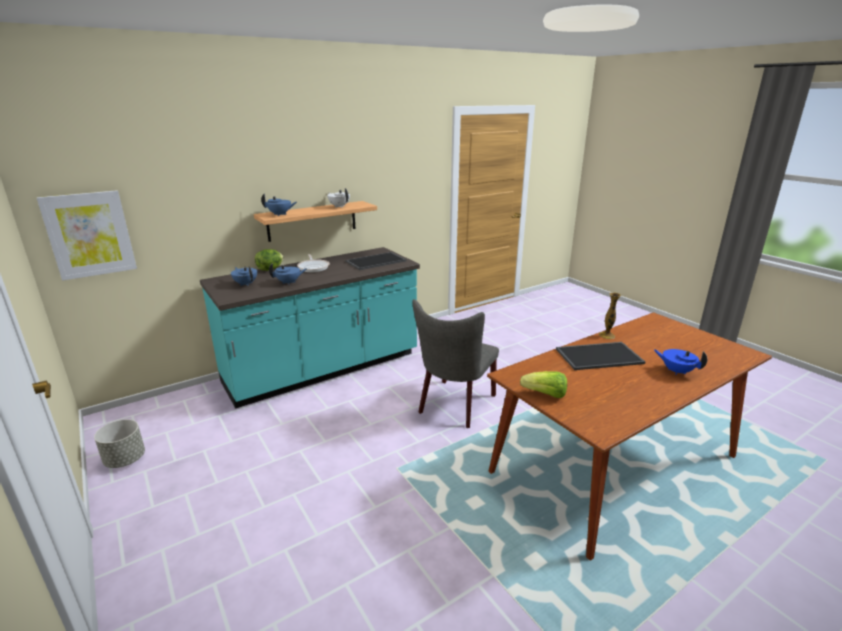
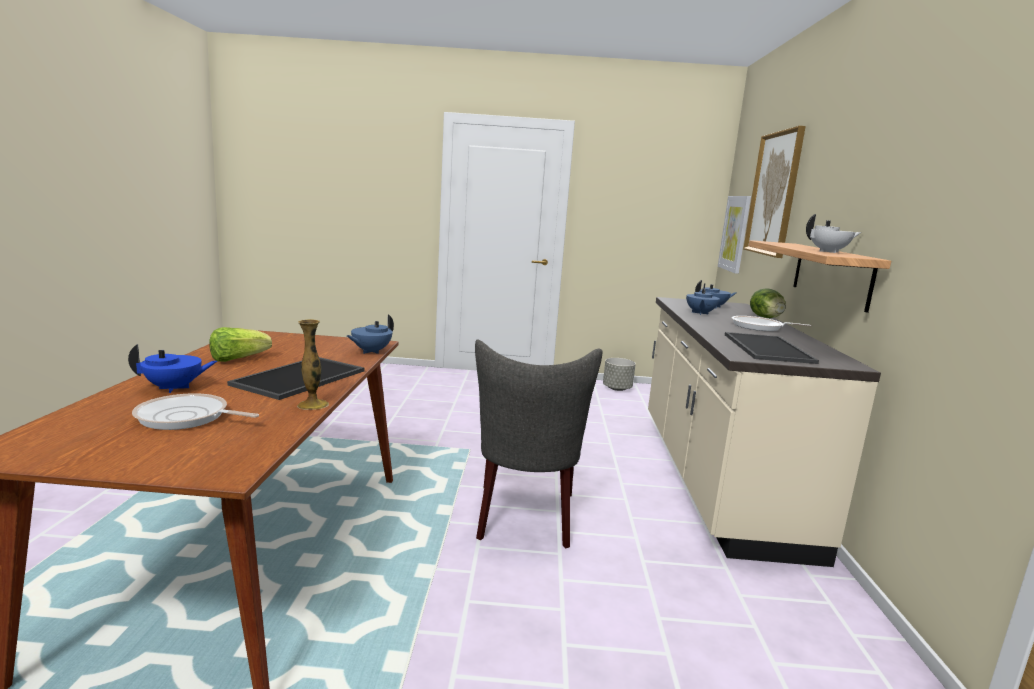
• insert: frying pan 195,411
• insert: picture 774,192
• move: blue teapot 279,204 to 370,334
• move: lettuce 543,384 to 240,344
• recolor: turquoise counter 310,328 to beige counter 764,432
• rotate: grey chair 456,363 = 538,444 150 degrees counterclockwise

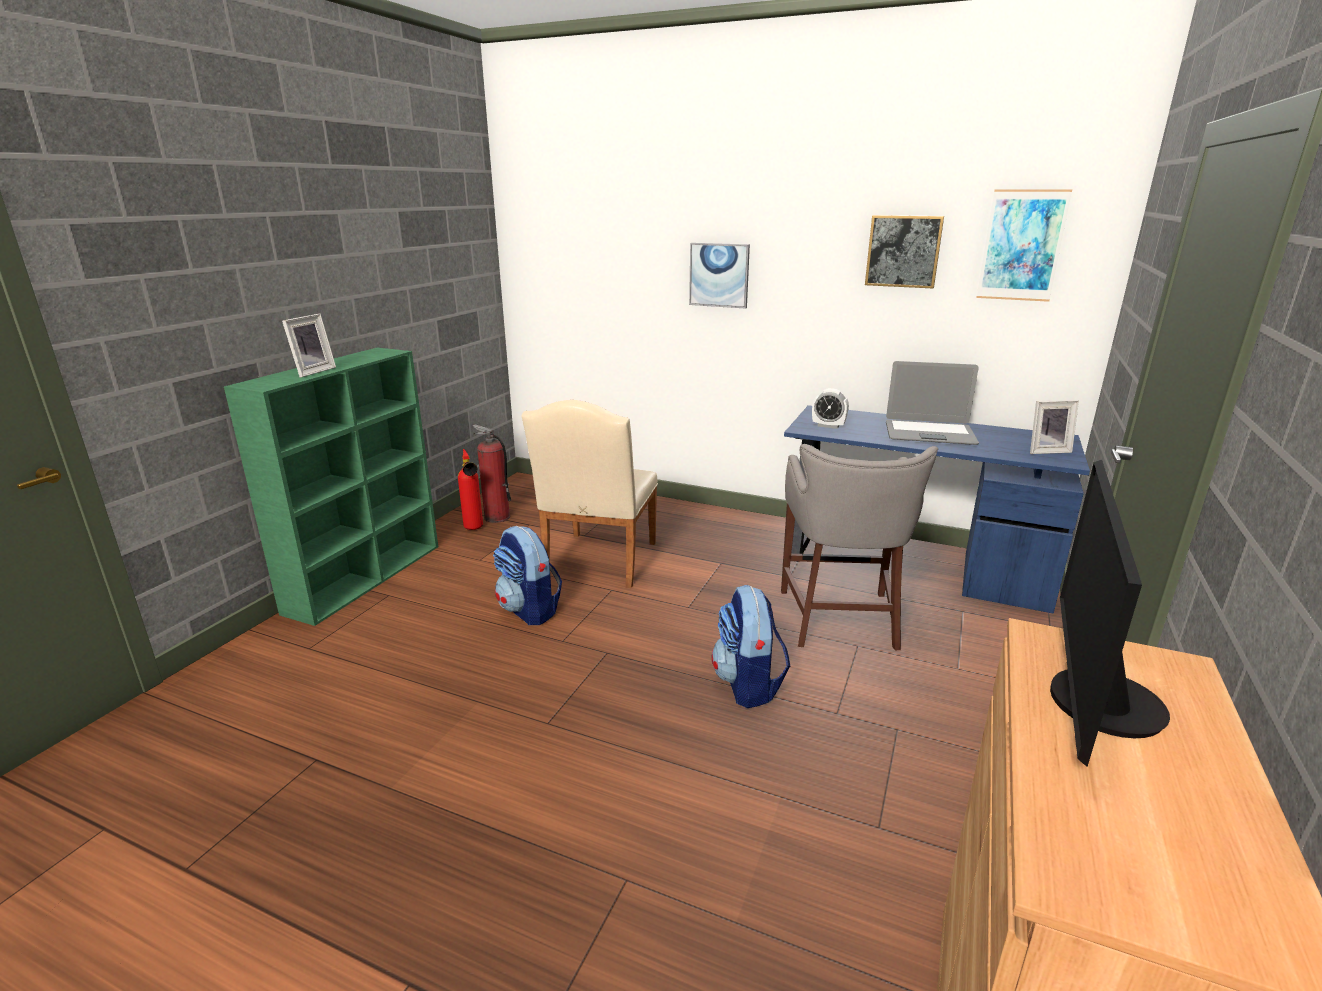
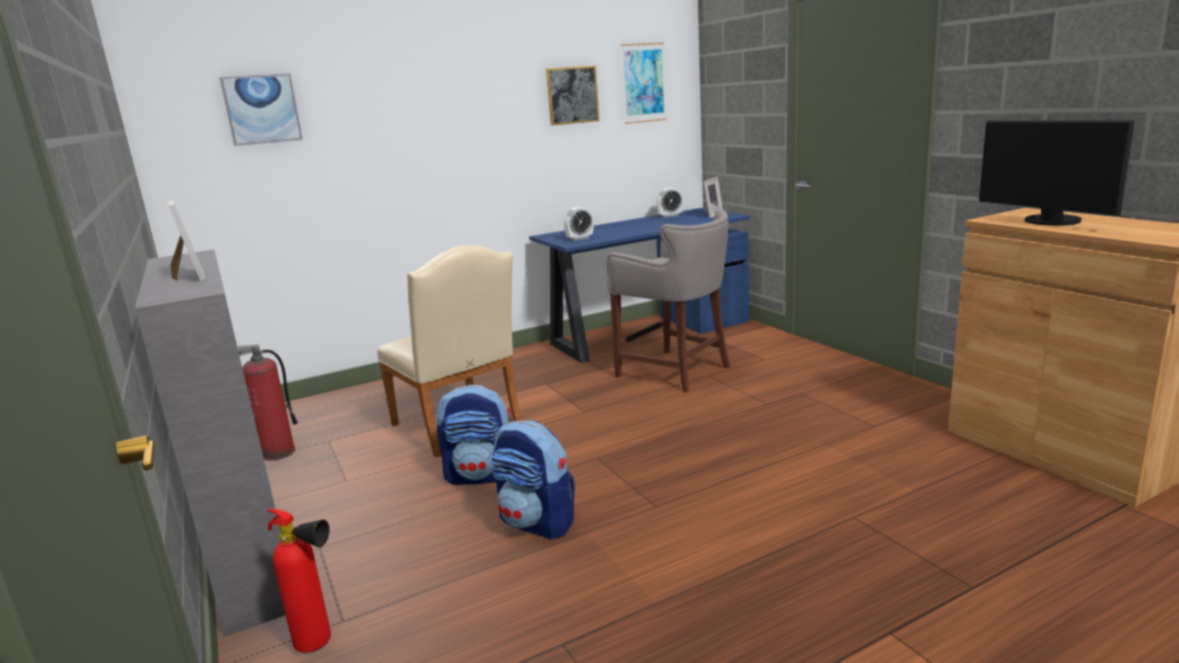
• delete: laptop 932,403
• insert: alarm clock 669,202
• move: fire extinguisher 470,489 to 299,581
• move: picture 719,276 to 261,110
• move: backpack 751,646 to 533,480
• recolor: green bookcase 331,487 to grey bookcase 210,443

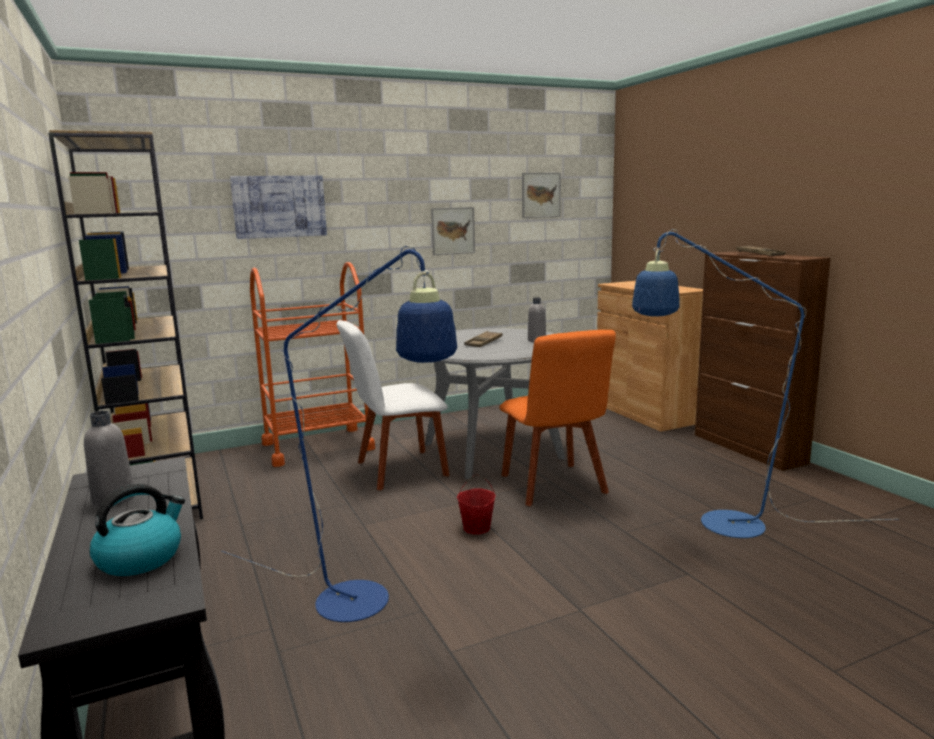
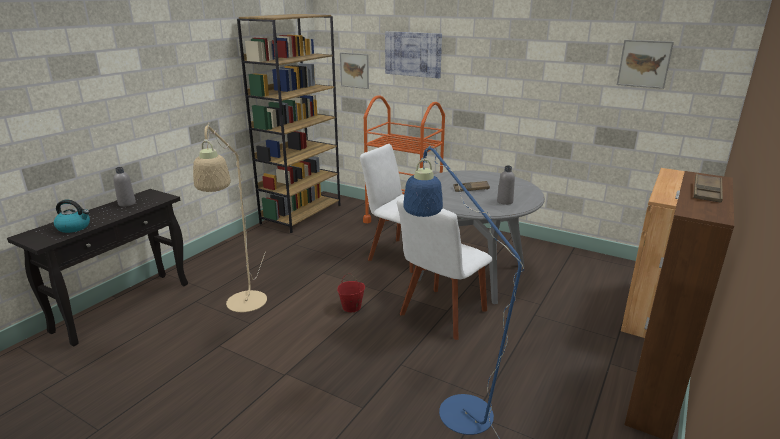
• move: picture 453,231 to 354,70
• recolor: blue floor lamp 339,433 to beige floor lamp 230,217
• recolor: orange chair 557,418 to white chair 445,269

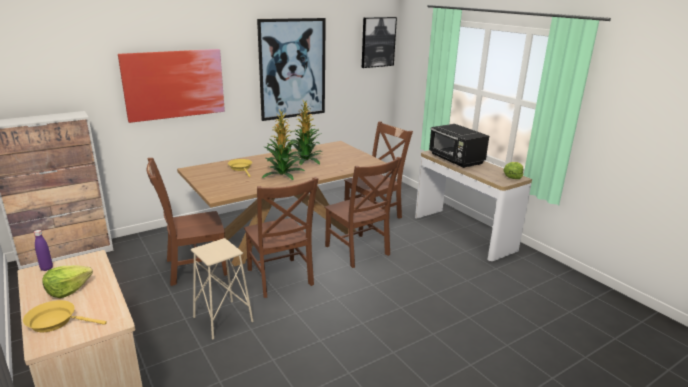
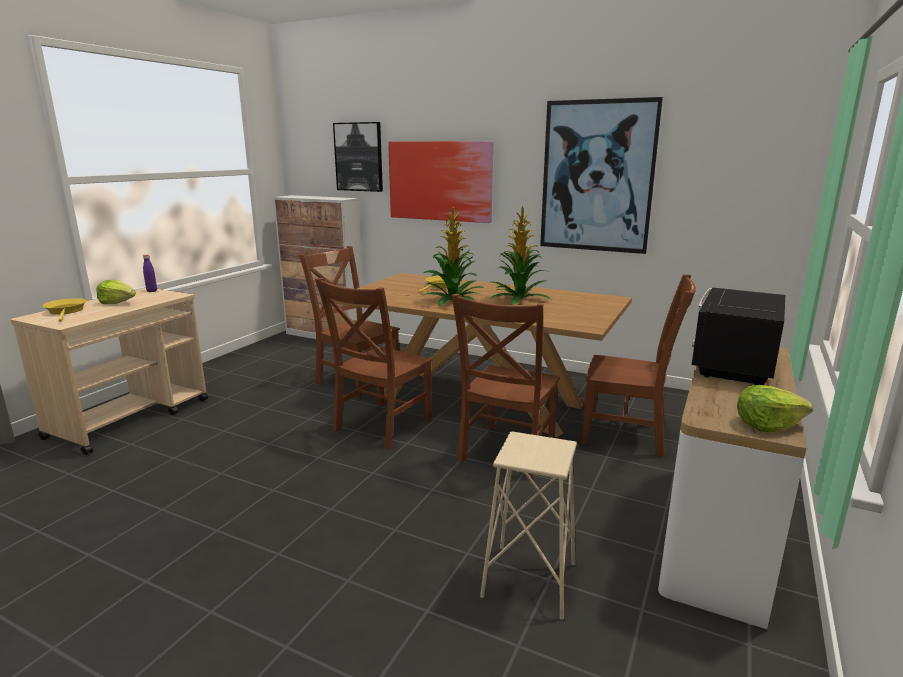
• move: beige stool 222,288 to 528,525
• move: picture 379,42 to 358,157

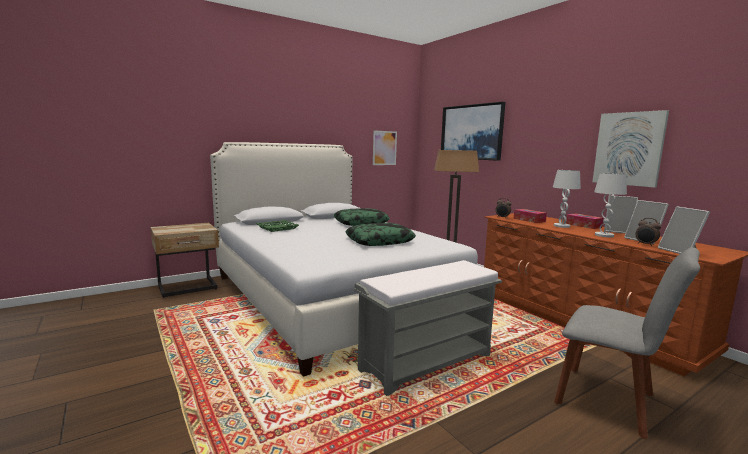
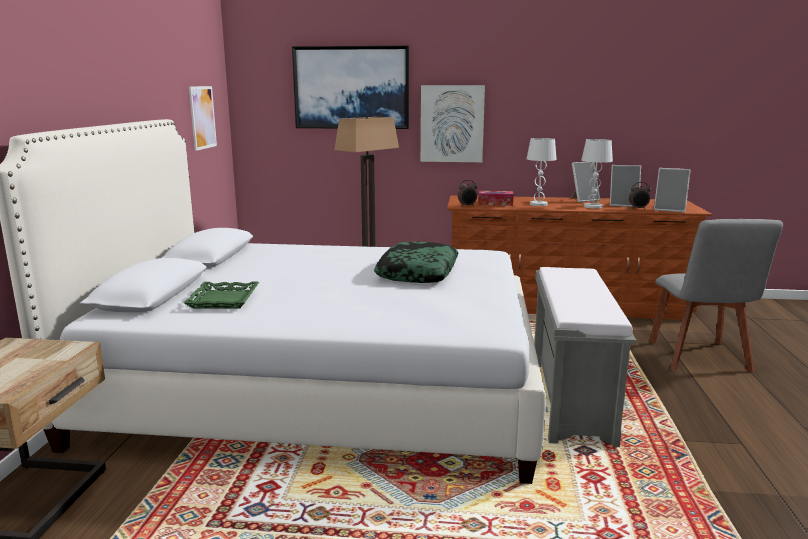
• delete: pillow 362,217
• delete: tissue box 584,221
• move: picture 630,149 to 453,123
• rotate: grey chair 627,343 = 716,296 105 degrees clockwise

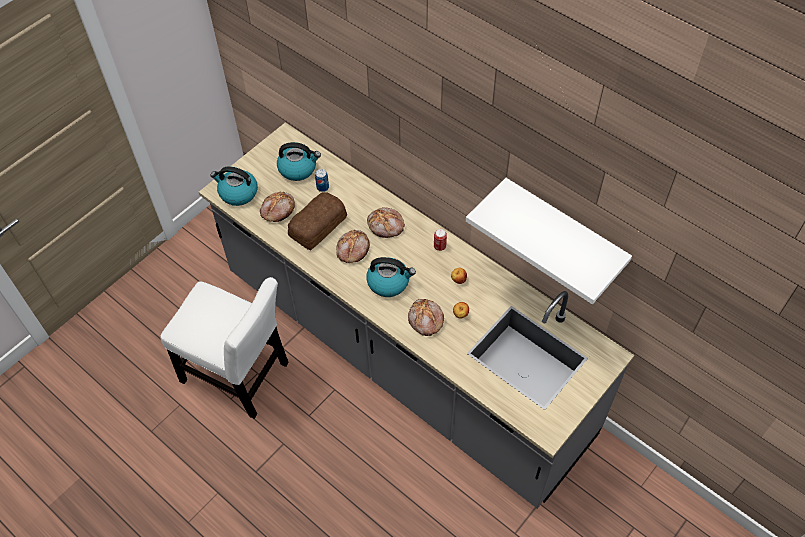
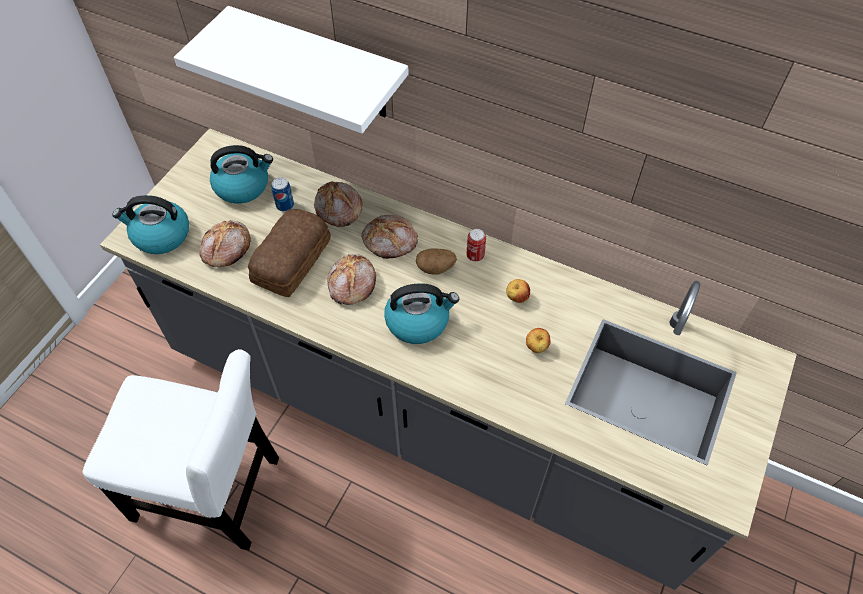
• insert: potato 436,262
• move: bread 426,317 to 338,204
• move: white shelf 549,241 to 291,70

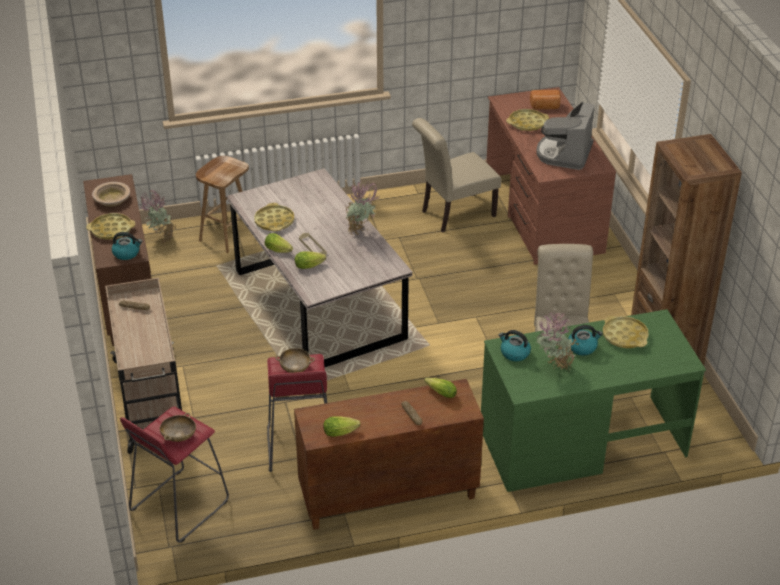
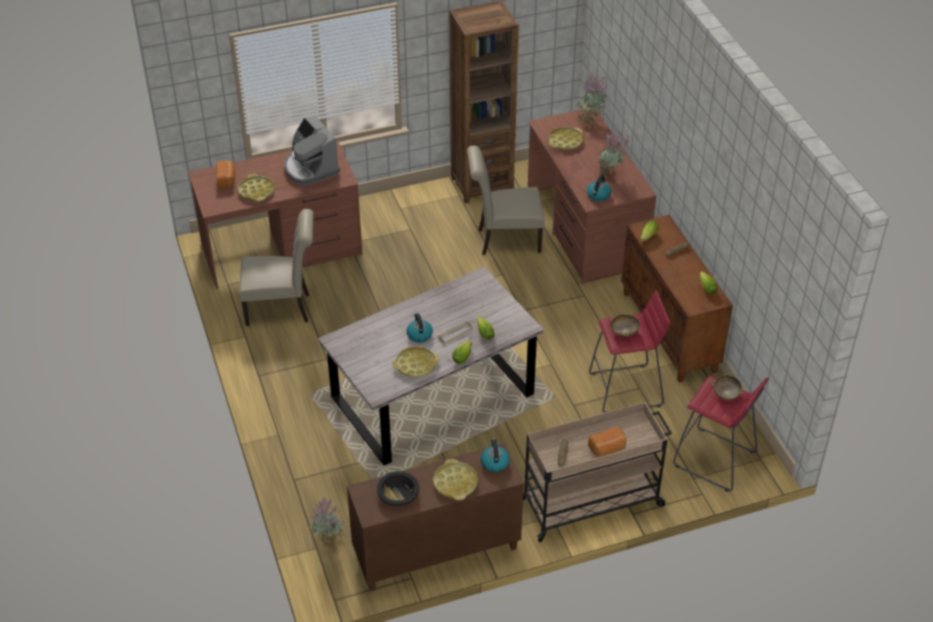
• delete: brown stool 222,204
• insert: bread 607,441
• move: potted plant 363,208 to 592,99
• move: kettle 585,340 to 420,328
• recolor: beige bowl 111,194 to black bowl 398,488
• recolor: green desk 593,400 to brown desk 592,196
• rotate: beige chair 456,175 = 276,267 60 degrees counterclockwise
• rotate: coffee machine 566,136 = 312,150 45 degrees clockwise

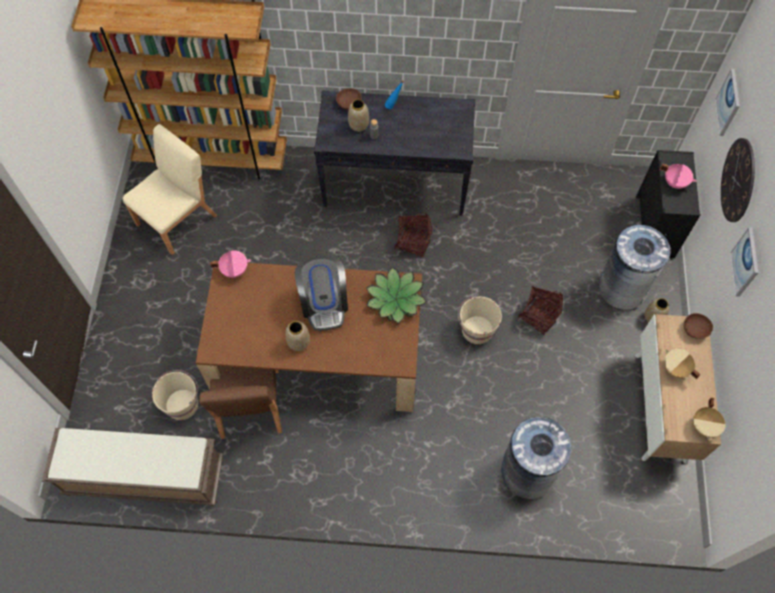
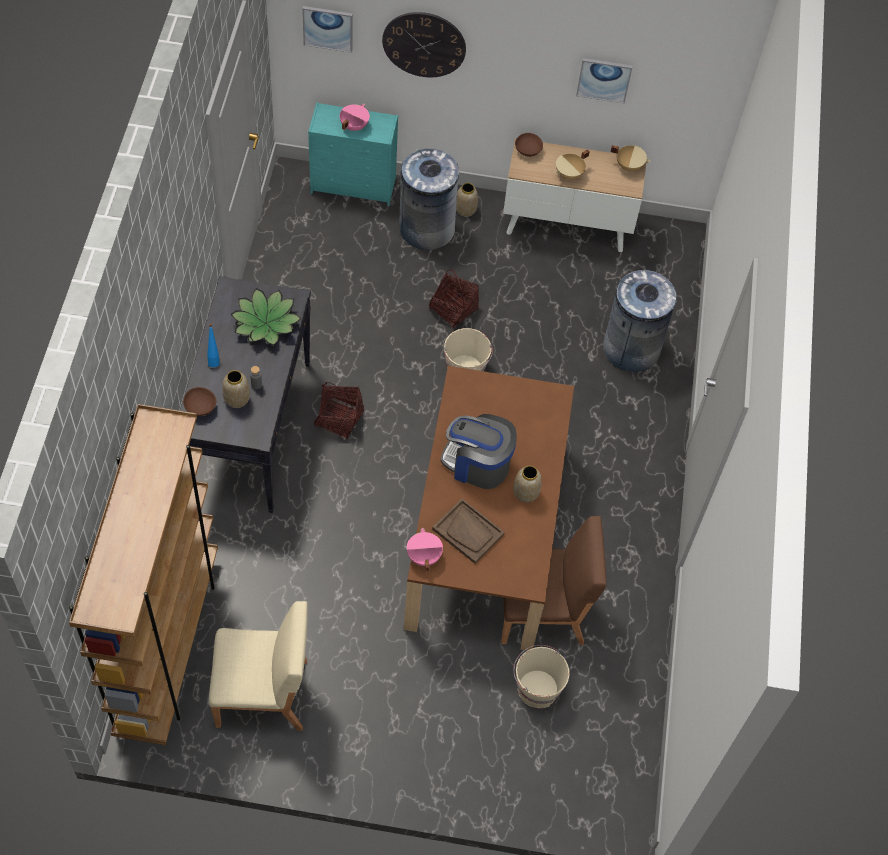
• delete: brown bench 132,467
• insert: brown tray 468,531
• move: potted plant 396,295 to 266,316
• move: picture 744,262 to 604,81
• recolor: black dresser 668,204 to turquoise dresser 353,154
• rotate: beige chair 170,189 = 258,666 135 degrees clockwise
• rotate: coffee machine 321,293 = 478,451 150 degrees counterclockwise

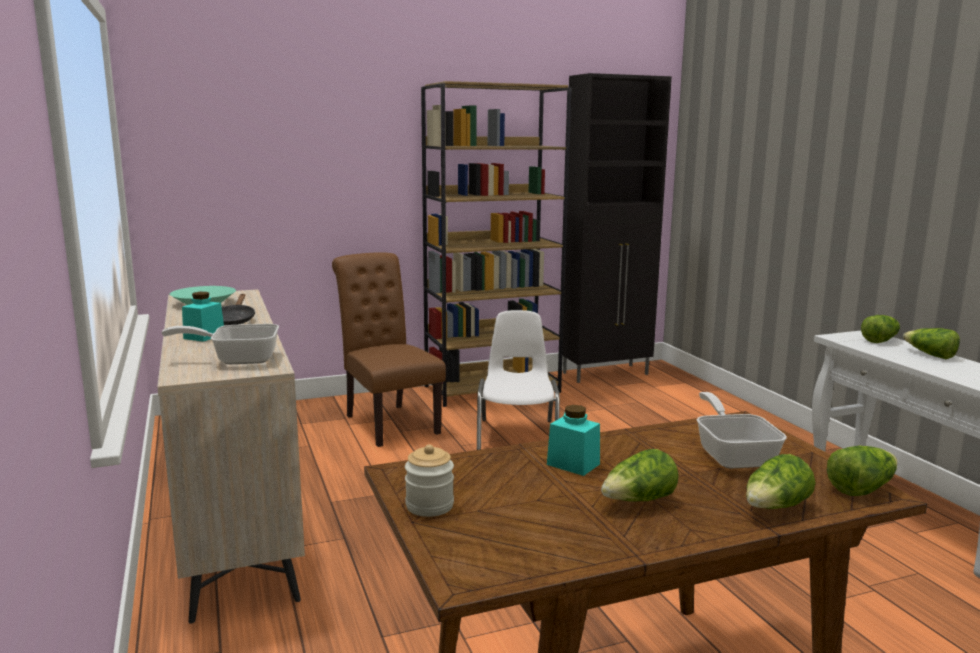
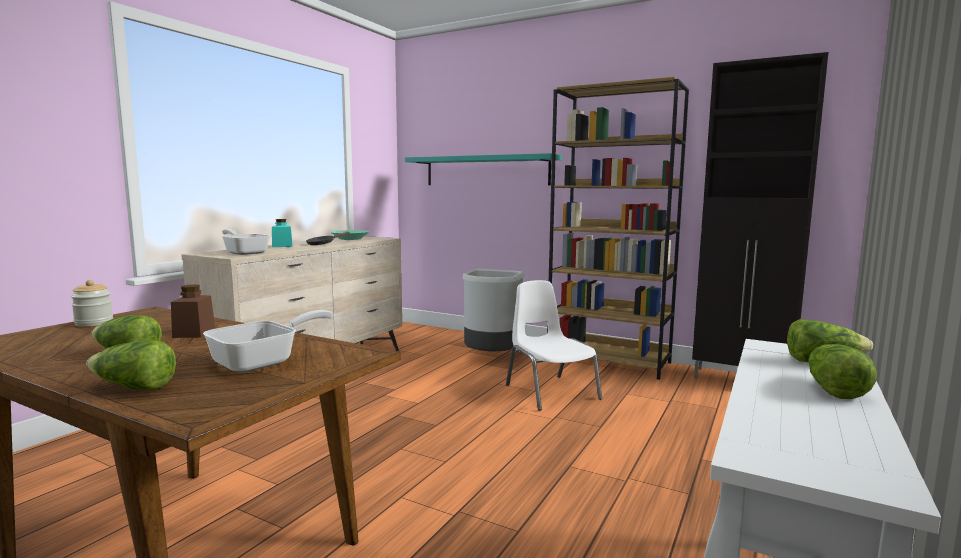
• delete: lettuce 862,471
• insert: turquoise shelf 483,169
• replace: brown chair 389,349 to grey trash can 493,310
• recolor: turquoise jar 573,440 to brown jar 193,311
• rotate: white chair 518,380 = 554,345 75 degrees counterclockwise

